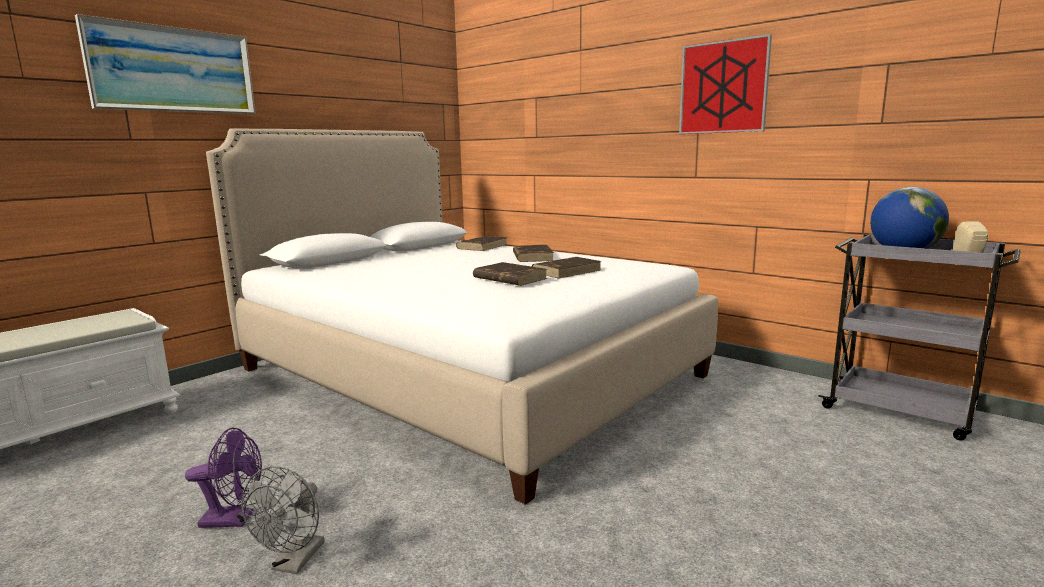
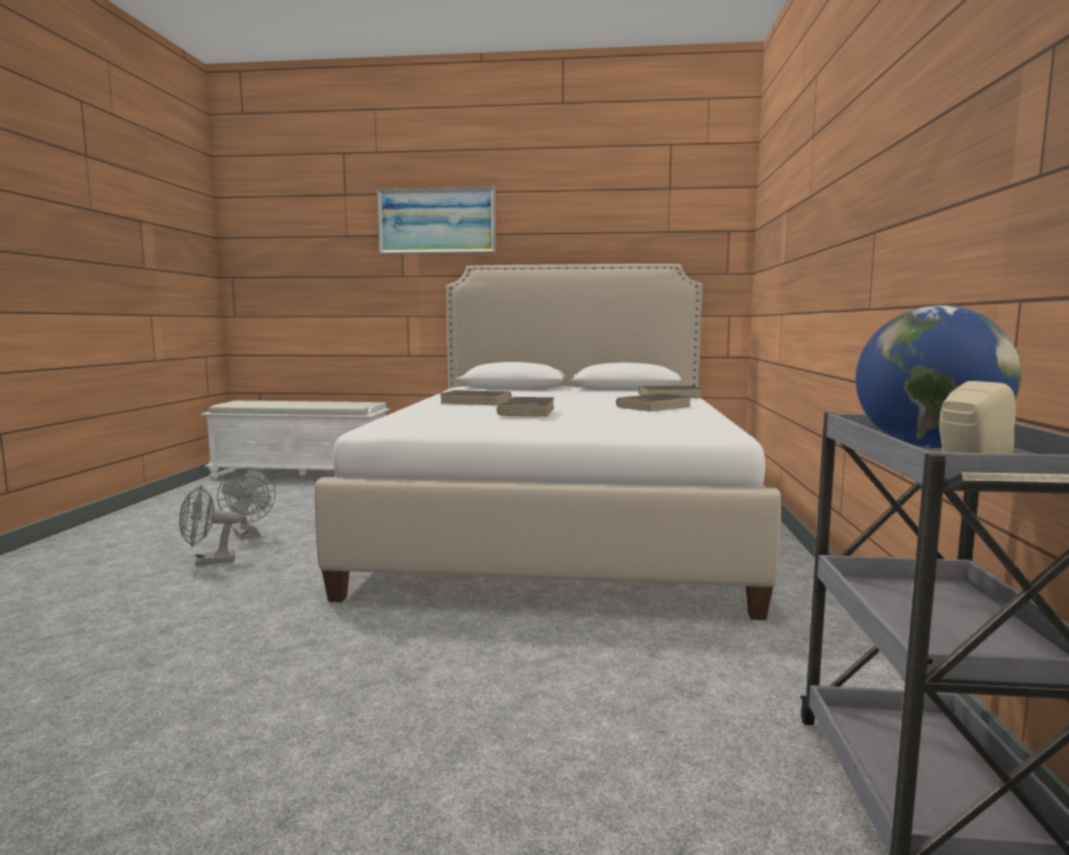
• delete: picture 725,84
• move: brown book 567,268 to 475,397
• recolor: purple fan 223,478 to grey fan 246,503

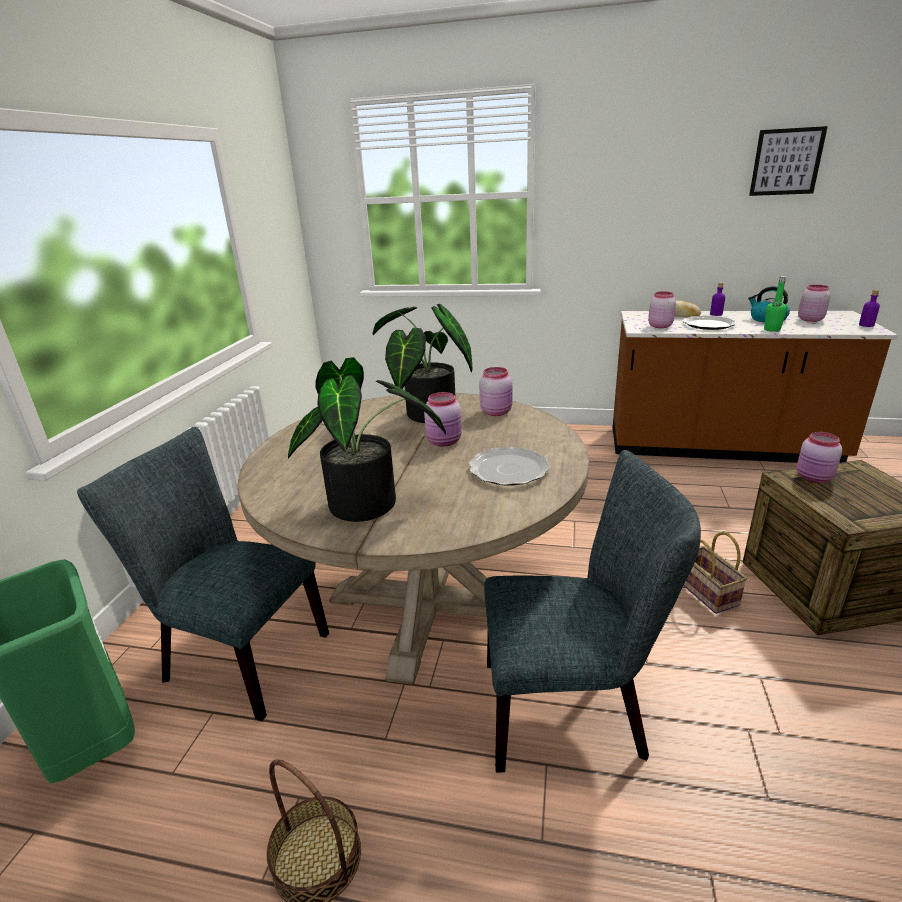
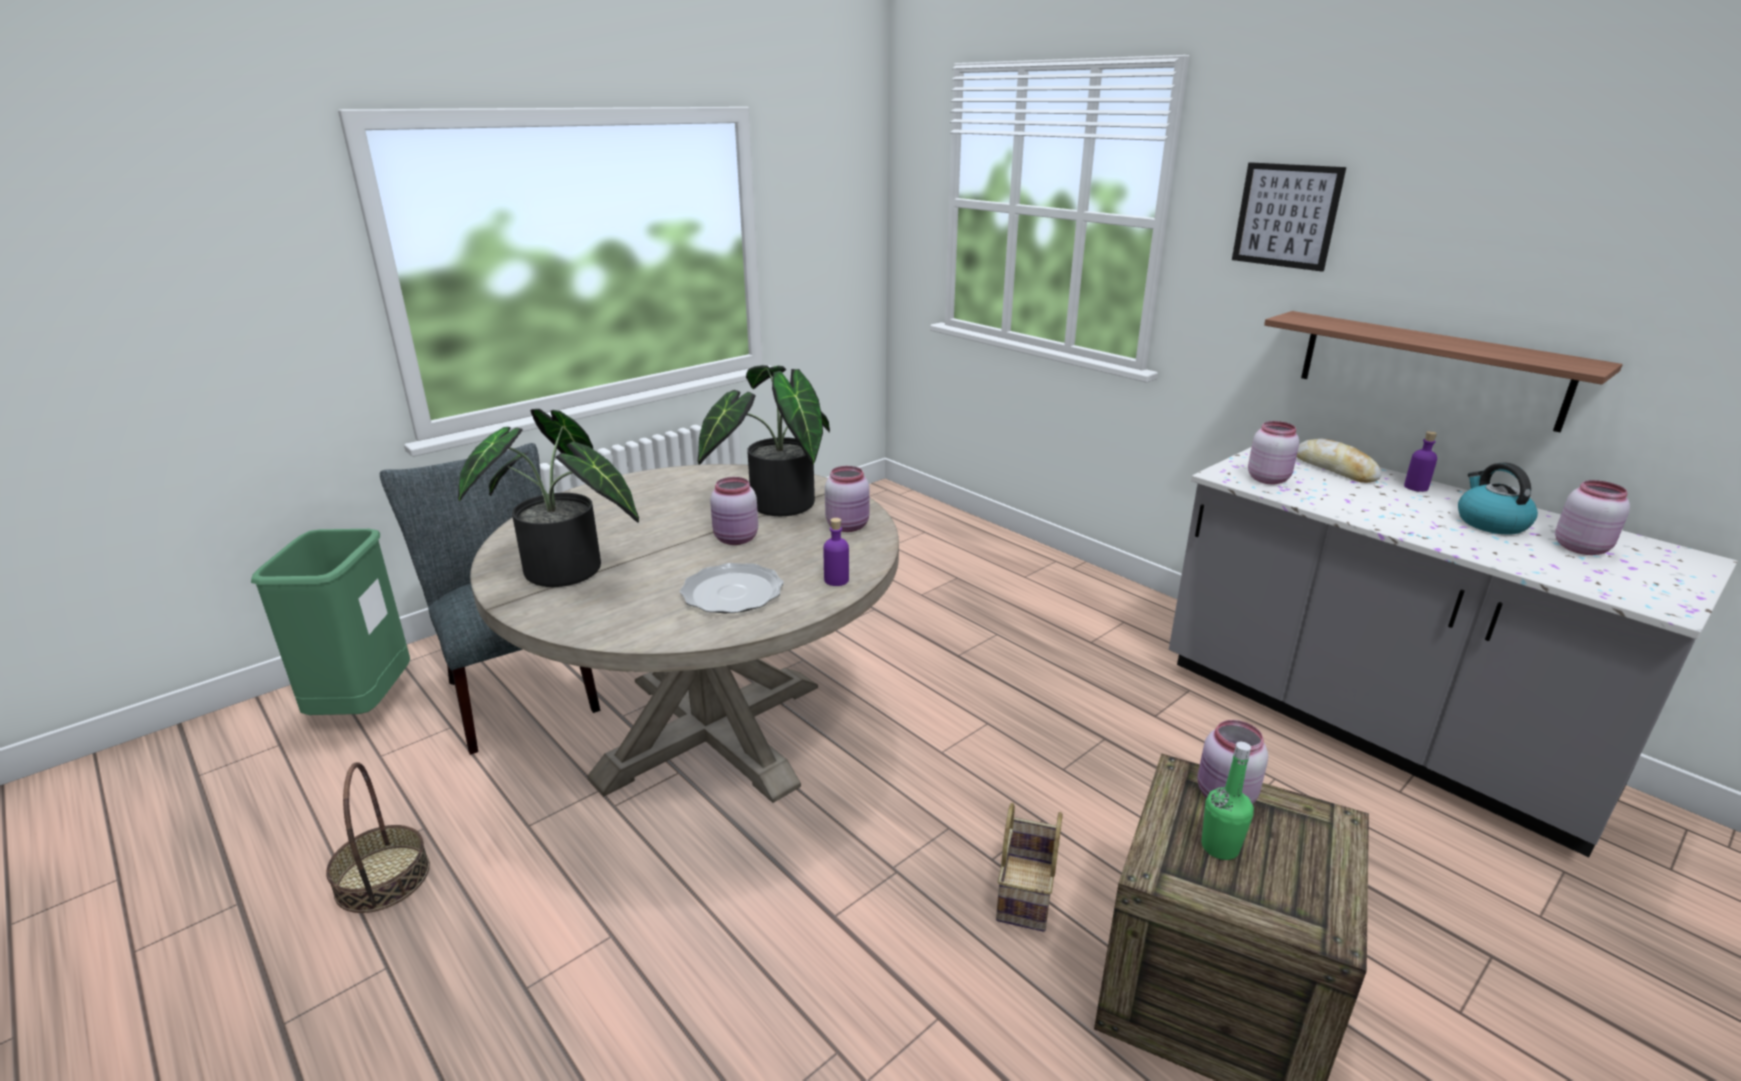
• delete: grey chair 592,611
• delete: plate 709,322
• insert: shelf 1443,371
• move: picture 788,161 to 1289,217
• move: green bottle 775,304 to 1227,801
• move: purple bottle 869,308 to 836,552
• recolor: brown counter 755,387 to grey counter 1453,652

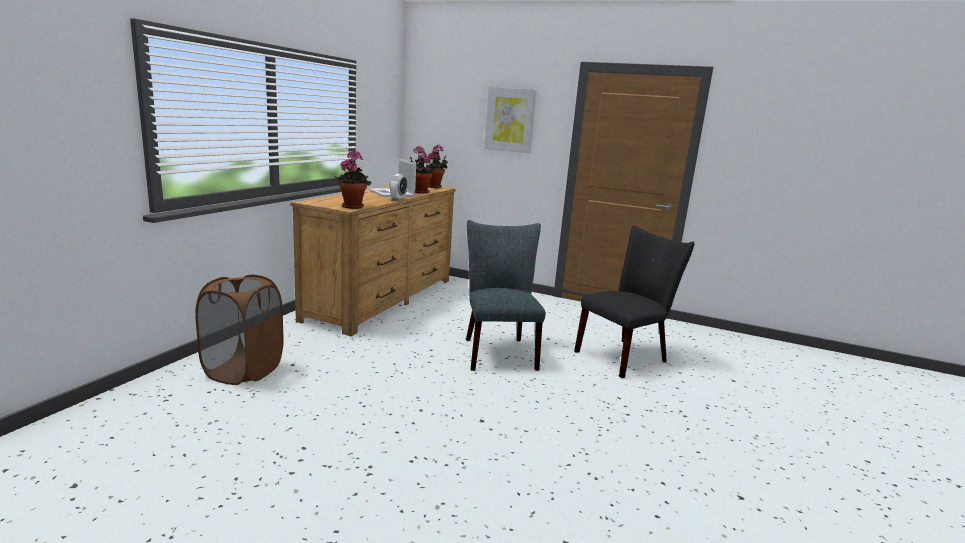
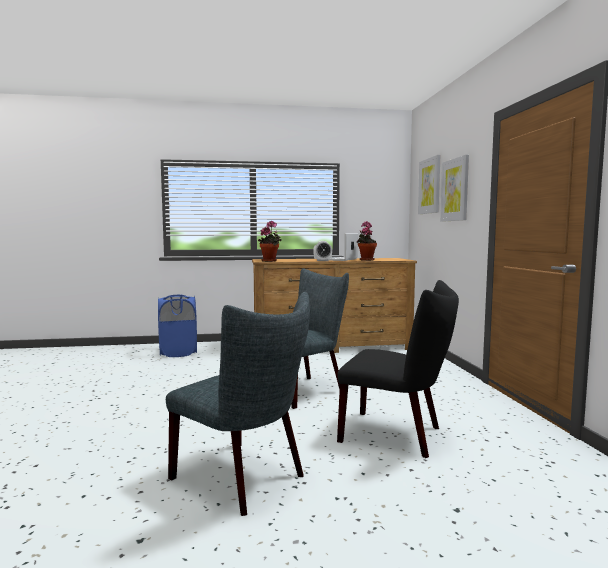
• delete: potted plant 436,166
• insert: grey chair 238,404
• insert: picture 429,184
• recolor: brown laundry basket 239,330 to blue laundry basket 177,325

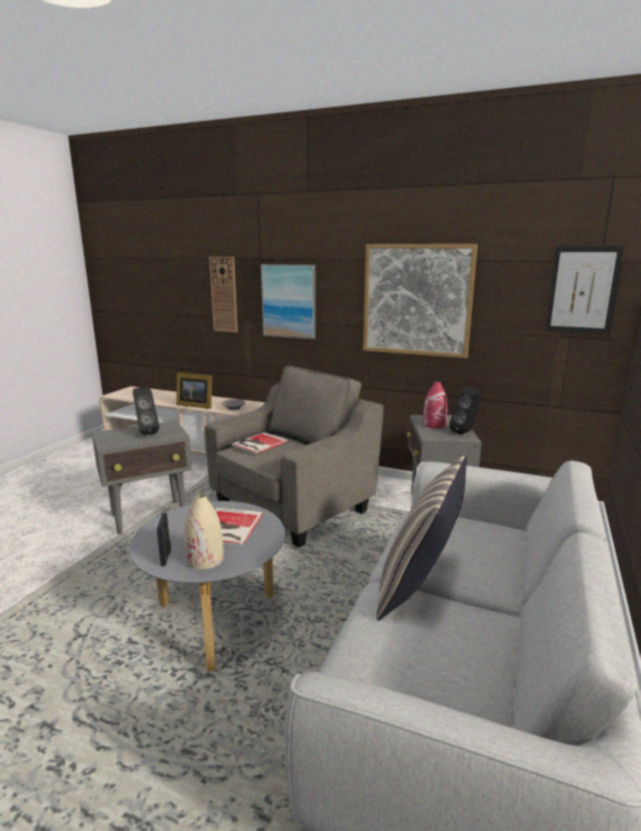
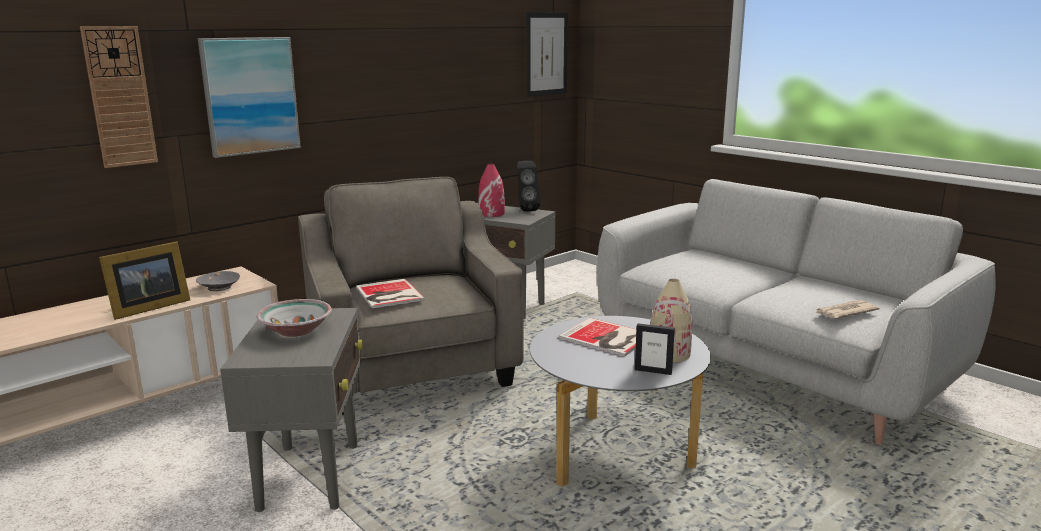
• delete: picture 420,301
• delete: pillow 421,538
• insert: newspaper 847,309
• replace: black speaker 146,411 to bowl 294,318

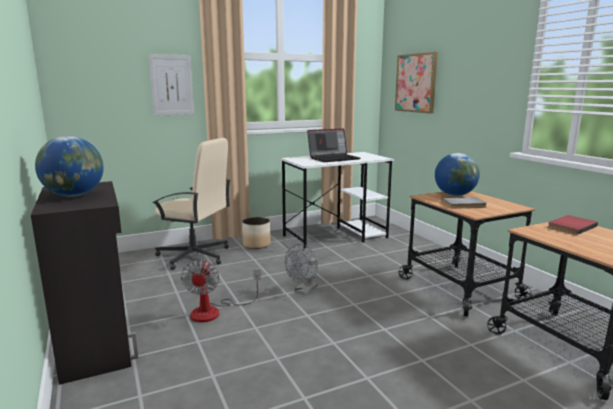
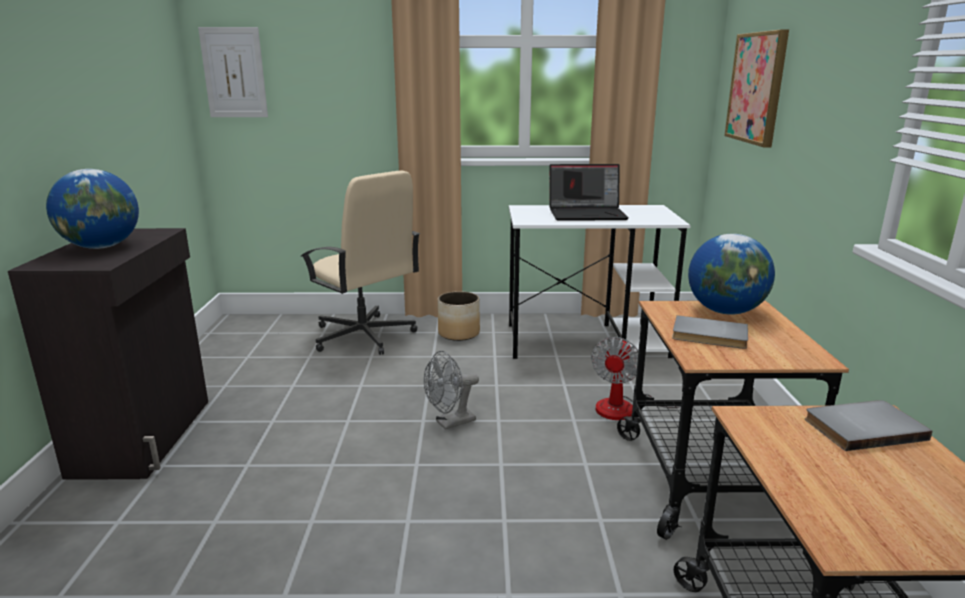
• move: picture 171,85 to 233,72
• move: fan 221,291 to 636,378
• recolor: red book 572,225 to grey book 868,425

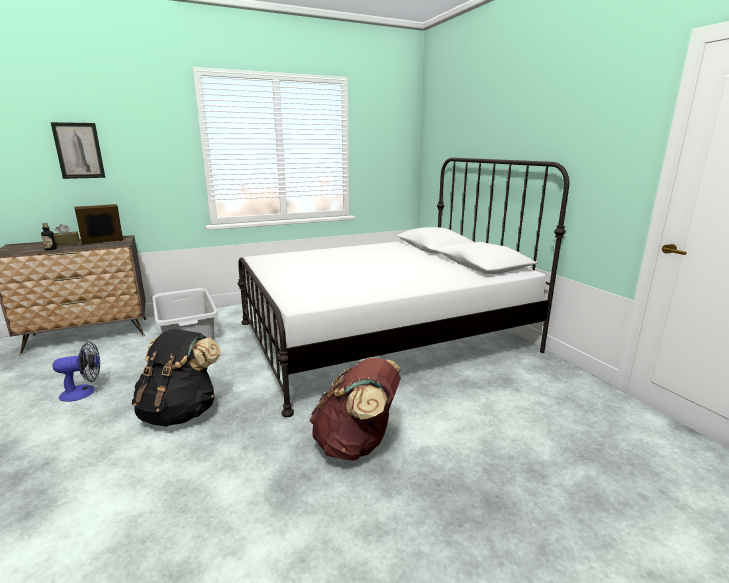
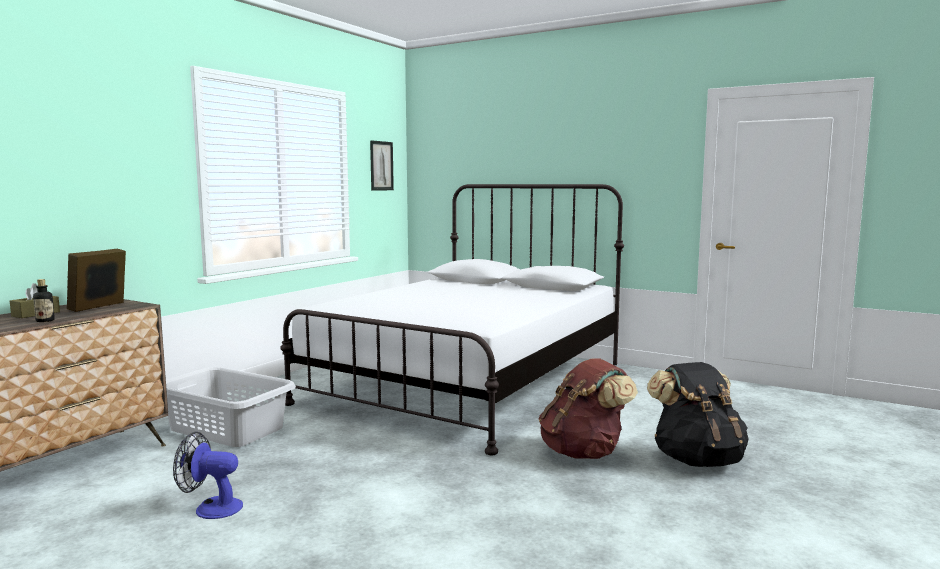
• move: picture 78,150 to 382,165
• move: black backpack 176,378 to 698,414
• rotate: fan 76,372 = 208,475 120 degrees counterclockwise

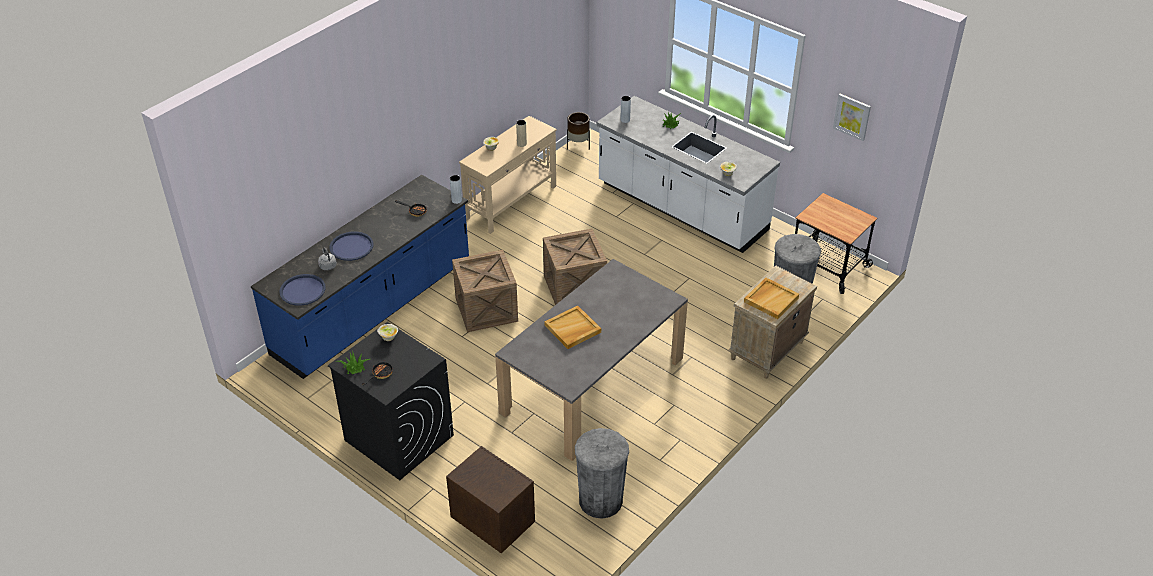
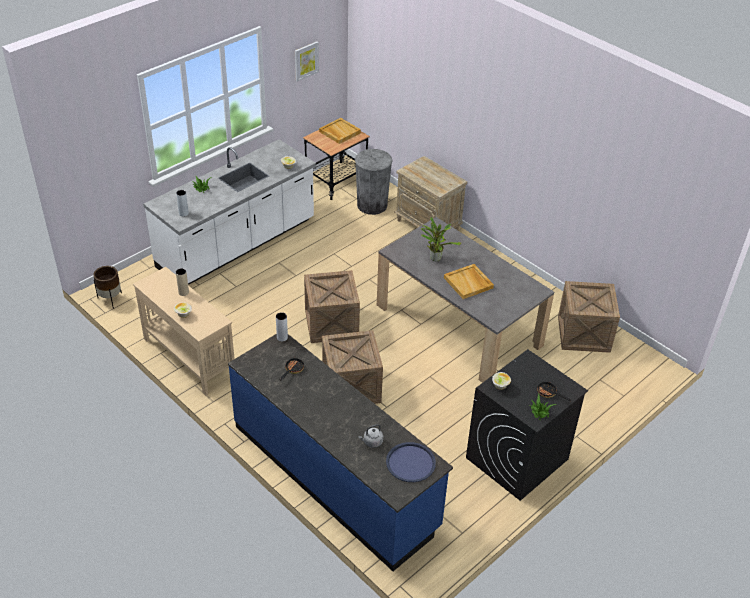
• delete: blue tray 351,246
• delete: brown nightstand 490,500
• insert: potted plant 441,239
• move: beige tray 771,298 to 340,131
• replace: grey trash can 602,473 to crate 589,317

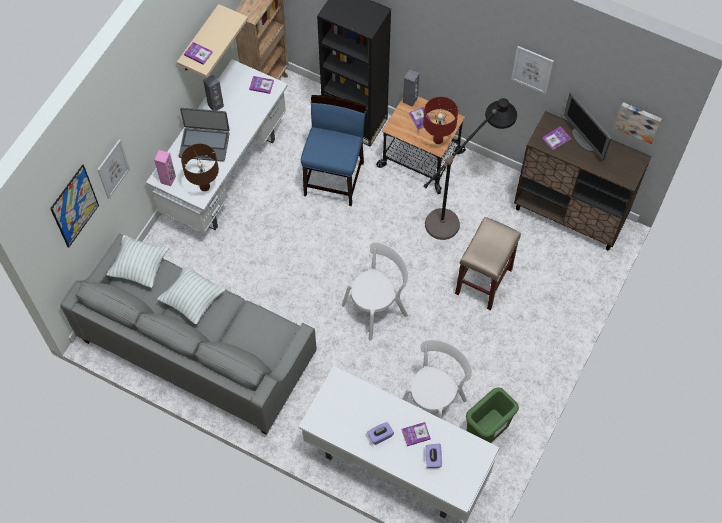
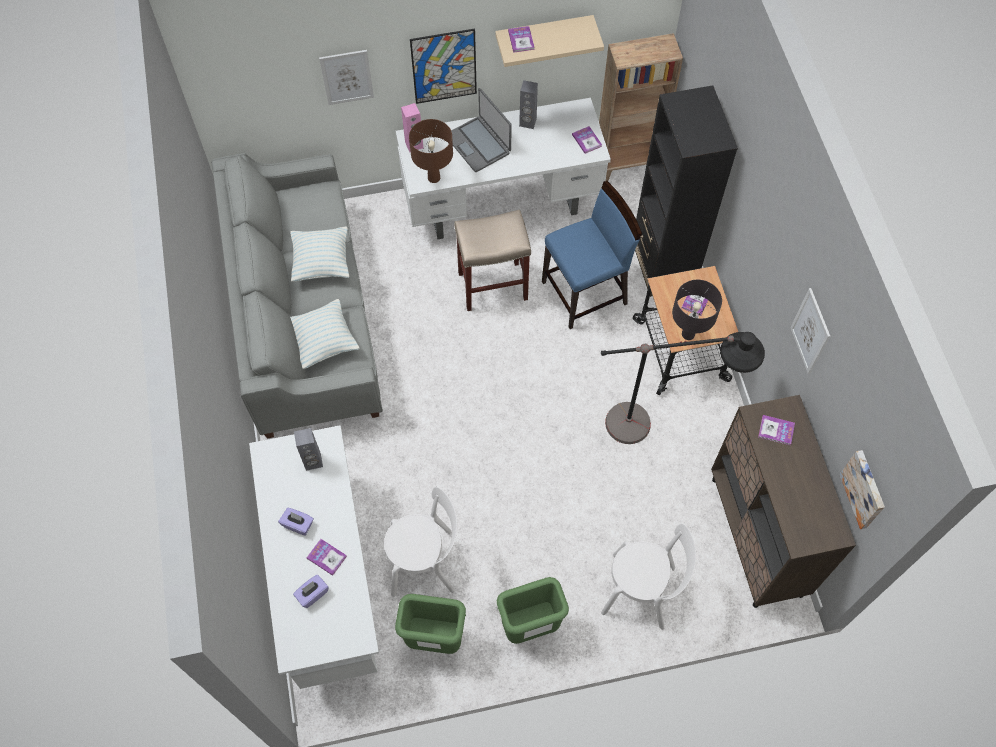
• delete: monitor 588,126
• insert: green trash can 533,610
• move: picture 74,206 to 443,66
• move: pillow 137,261 to 325,334
• move: white chair 375,291 to 648,576
• move: grey speaker 411,88 to 308,449
• move: beige stool 488,263 to 492,260
• recolor: red table lamp 440,120 to black table lamp 697,310

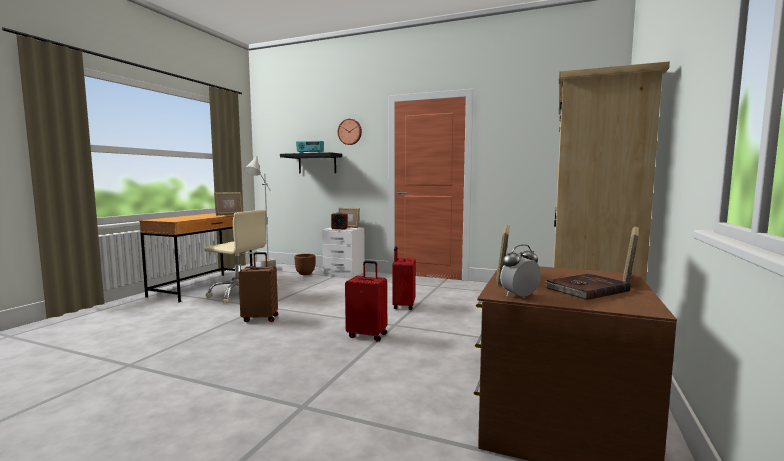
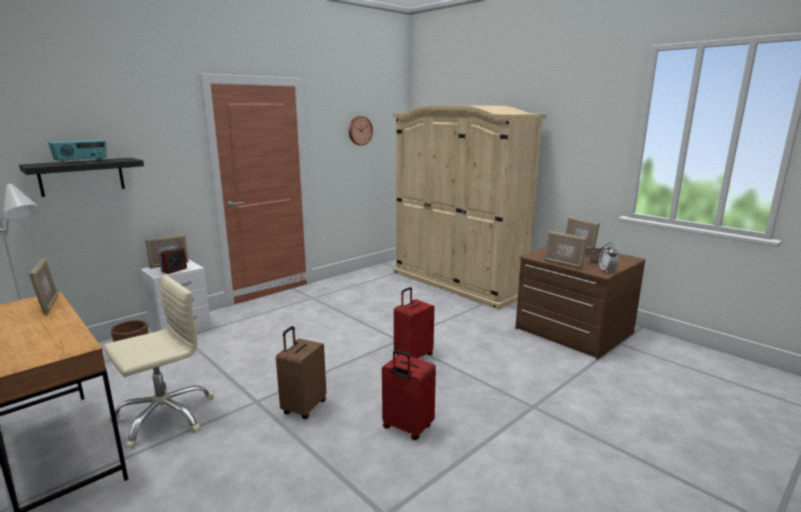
• move: wall clock 350,132 to 361,131
• move: red suitcase 403,278 to 409,395

